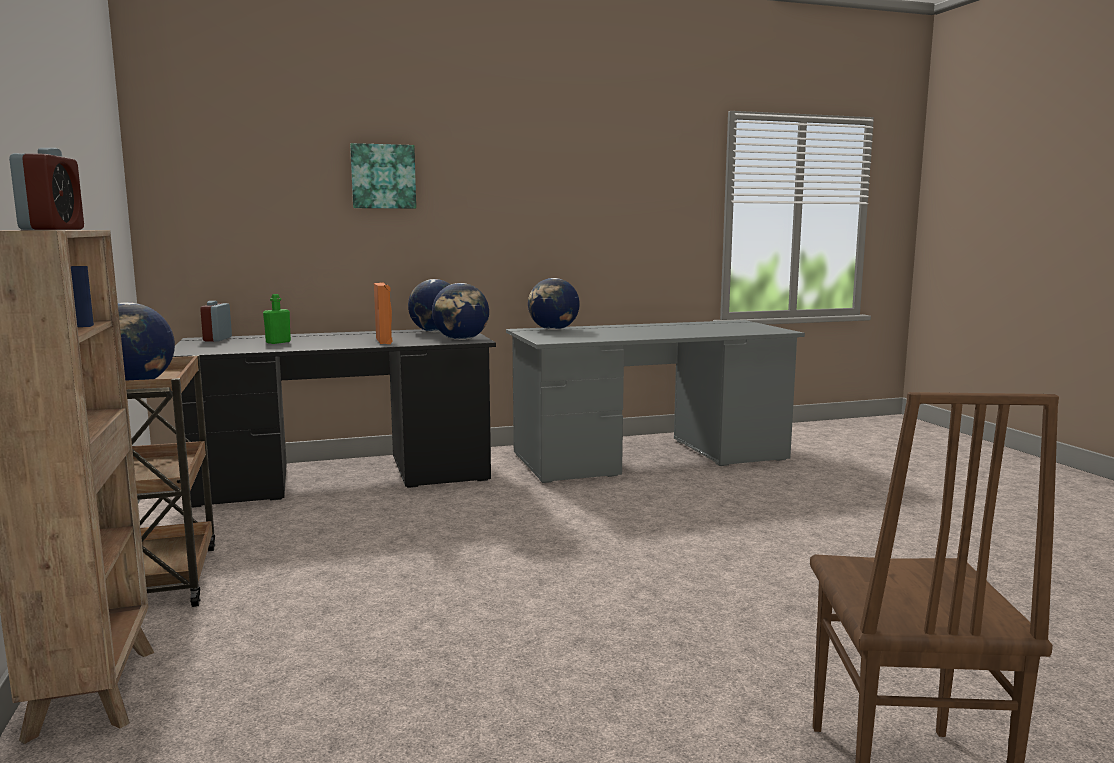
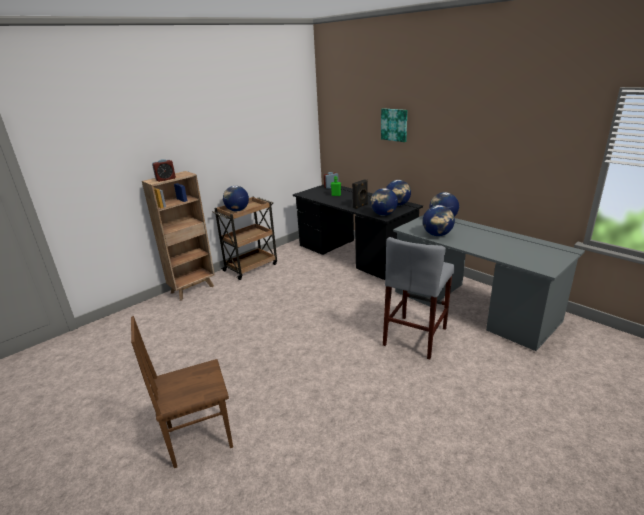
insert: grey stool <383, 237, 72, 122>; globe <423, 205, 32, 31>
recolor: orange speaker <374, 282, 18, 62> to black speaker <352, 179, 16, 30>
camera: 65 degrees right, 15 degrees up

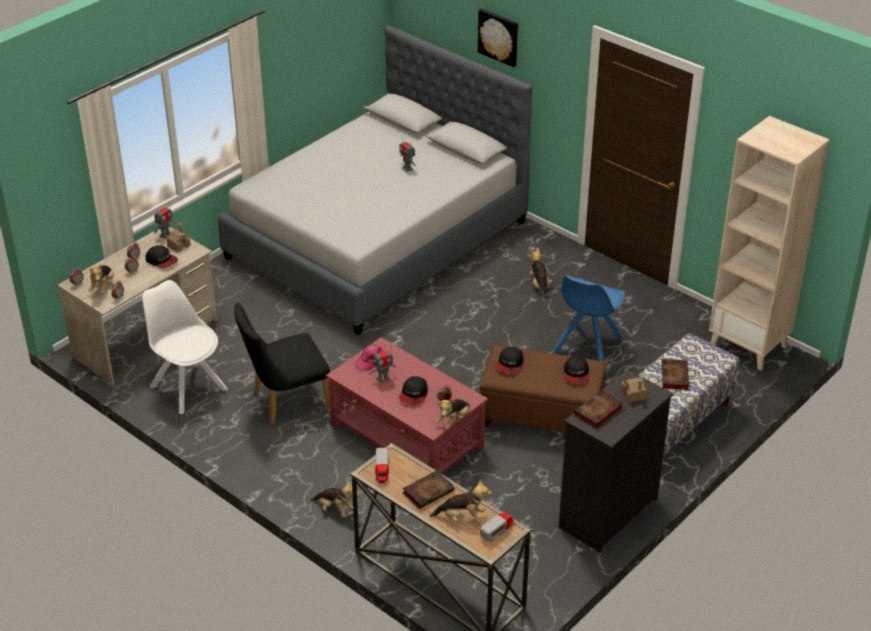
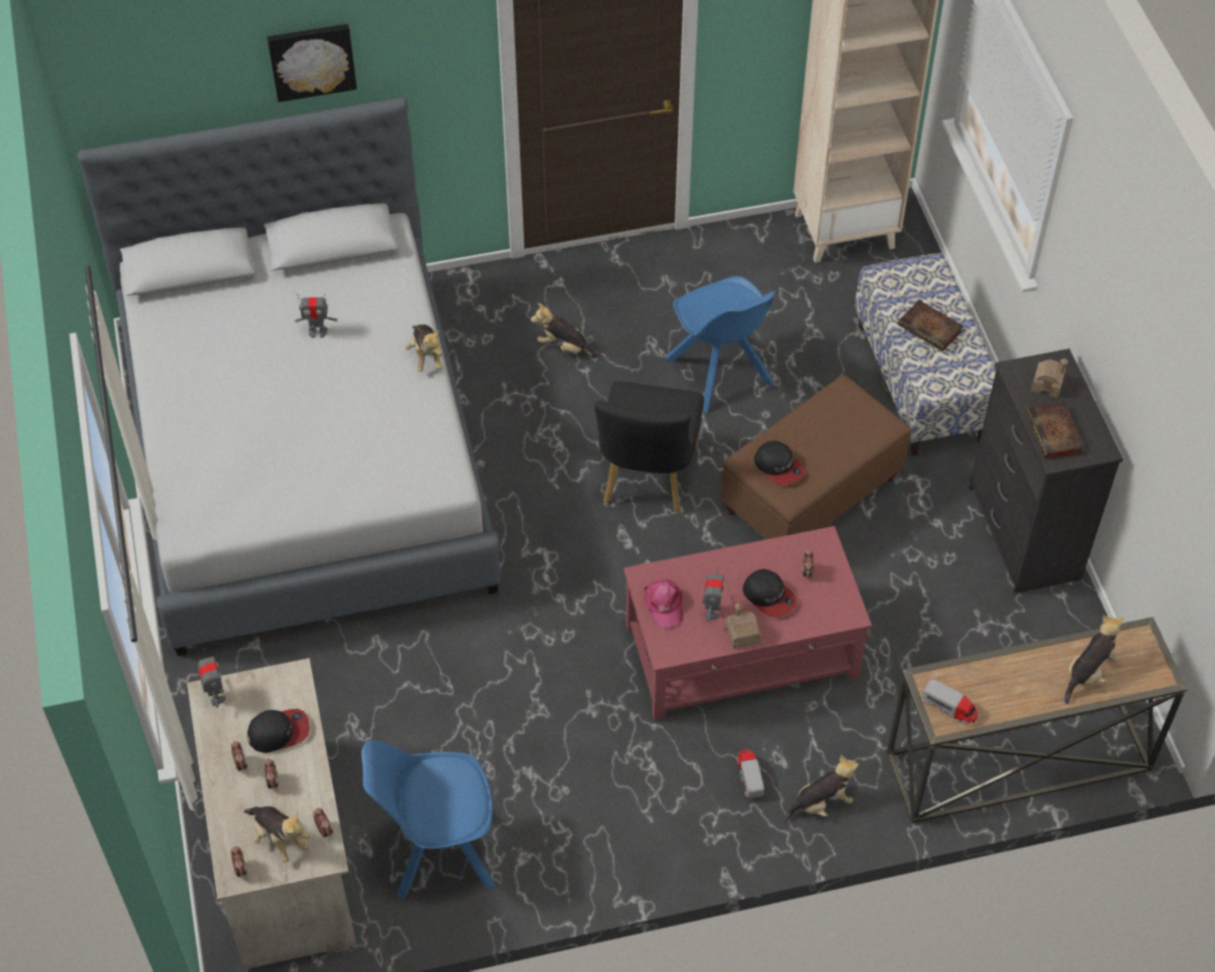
delete: book <402, 470, 53, 39>; cap <564, 356, 25, 27>
move: plush toy <435, 399, 35, 31> to <405, 324, 38, 48>; black chair <234, 302, 96, 122> to <595, 381, 109, 132>; toy house <167, 223, 23, 29> to <726, 603, 35, 46>; toy truck <480, 512, 34, 30> to <737, 750, 27, 48>
recolor: white chair <142, 280, 86, 134> to blue chair <361, 740, 135, 159>
camera: 55 degrees left, 15 degrees up

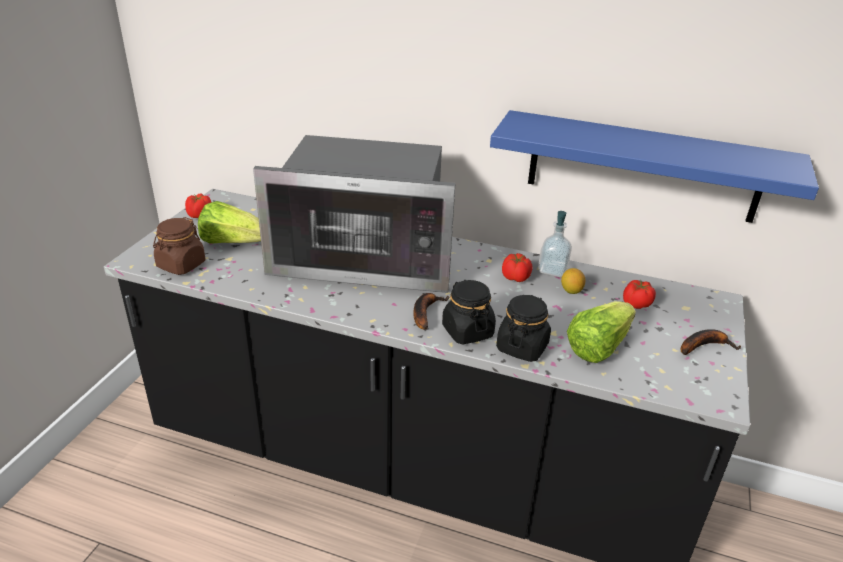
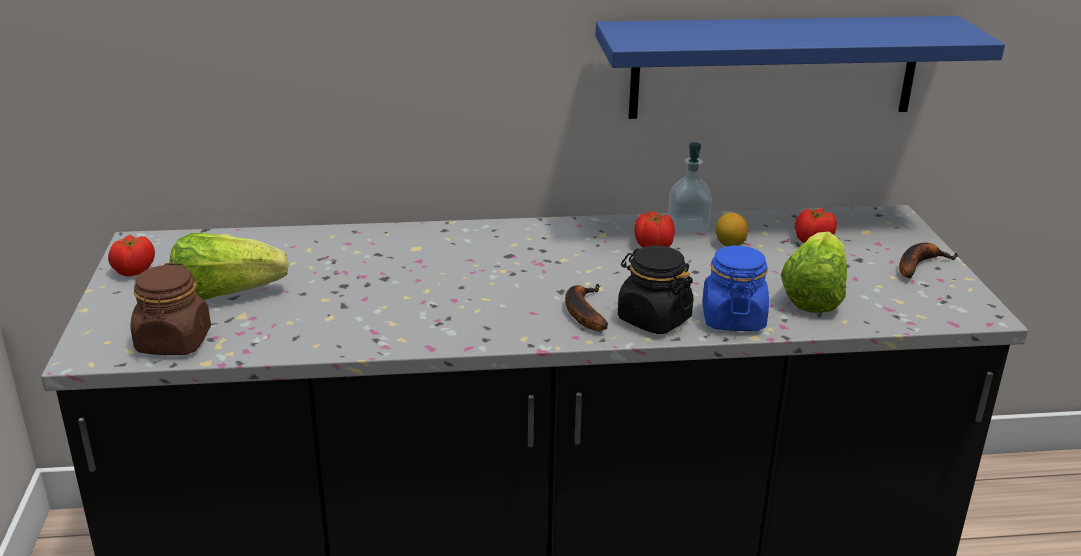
delete: microwave <253, 135, 203, 158>
recolor: black jar <496, 295, 55, 67> to blue jar <702, 245, 67, 86>
camera: 25 degrees left, 5 degrees down

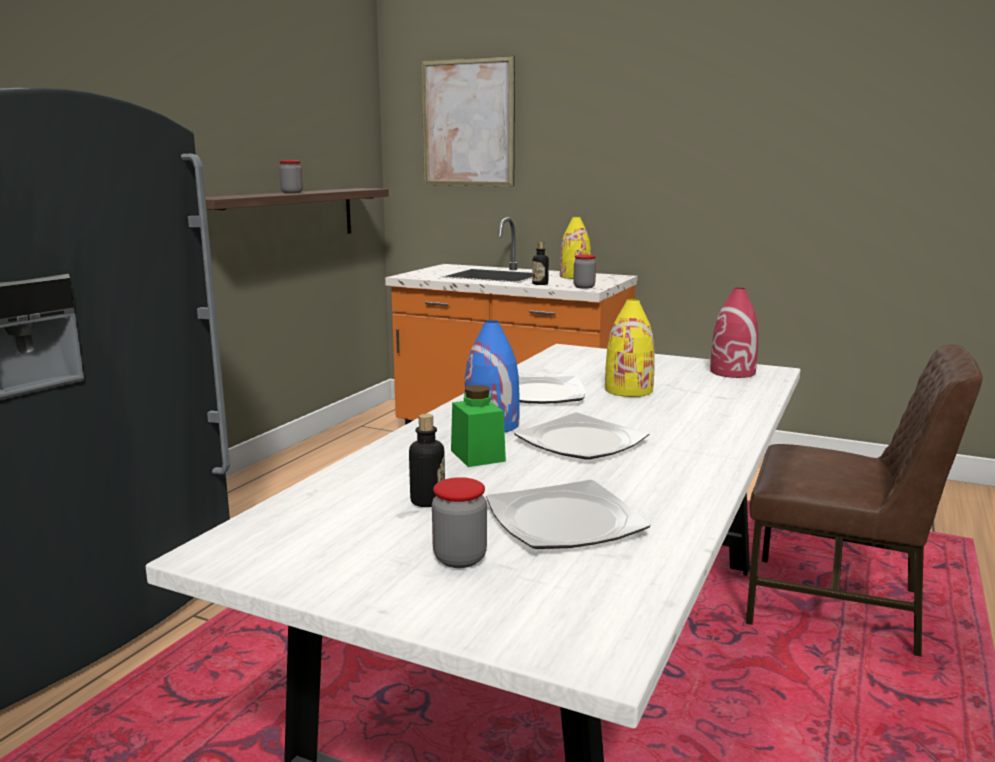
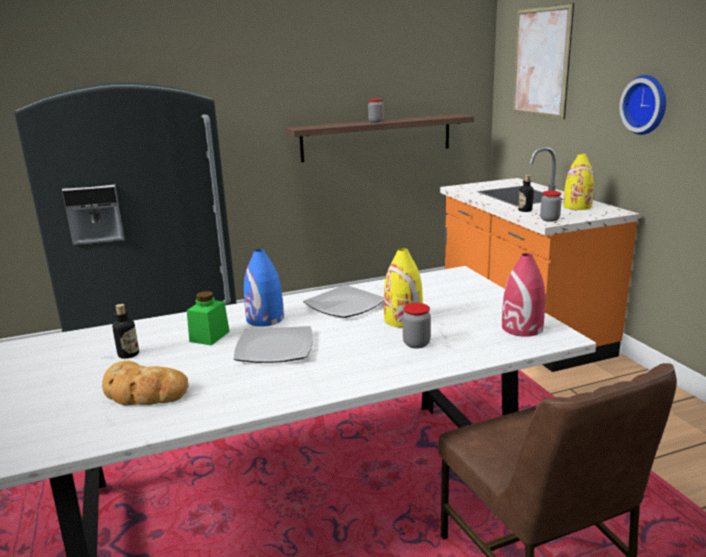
insert: wall clock <619, 75, 47, 60>
move: jar <432, 477, 55, 91> to <403, 303, 28, 45>
replace: plate <486, 480, 164, 69> to bread <102, 360, 87, 45>
camera: 45 degrees right, 5 degrees up

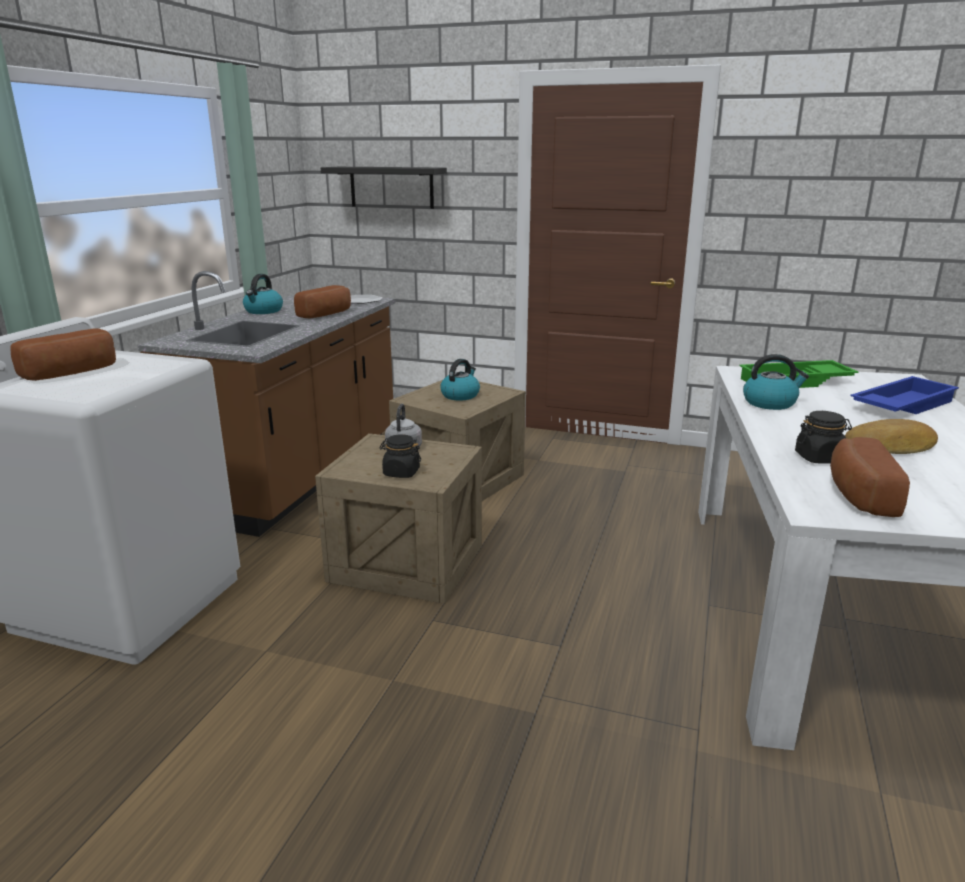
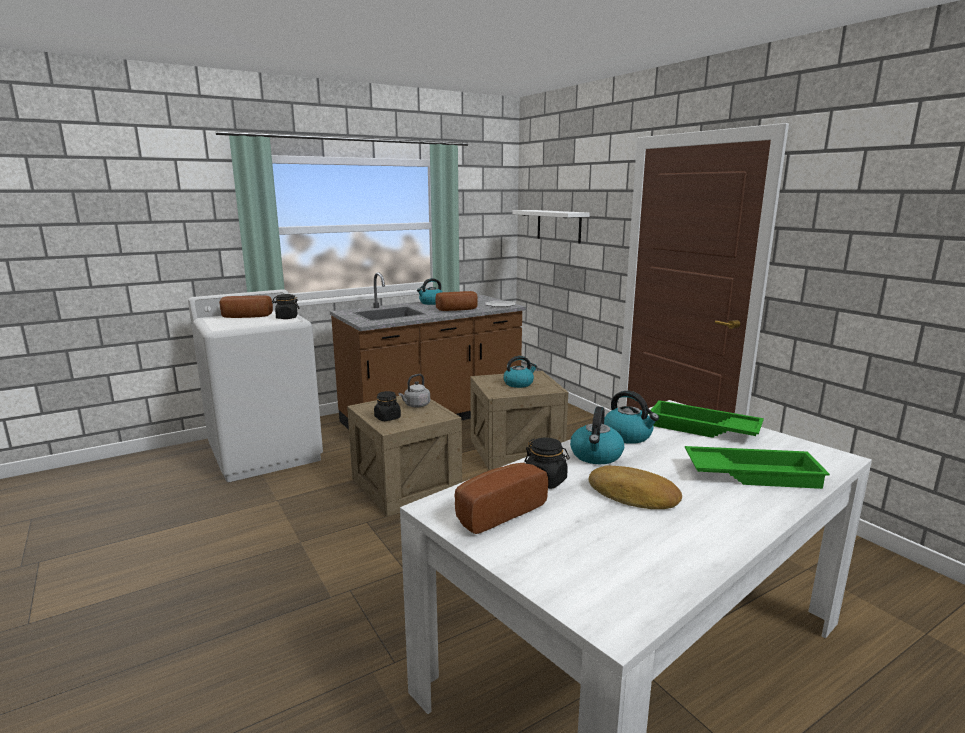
insert: black jar <272, 294, 27, 25>; kettle <570, 406, 54, 58>
recolor: black shelf <321, 167, 126, 42> to white shelf <512, 210, 78, 33>; blue tray <850, 376, 109, 38> to green tray <685, 446, 145, 43>
camera: 40 degrees right, 5 degrees down

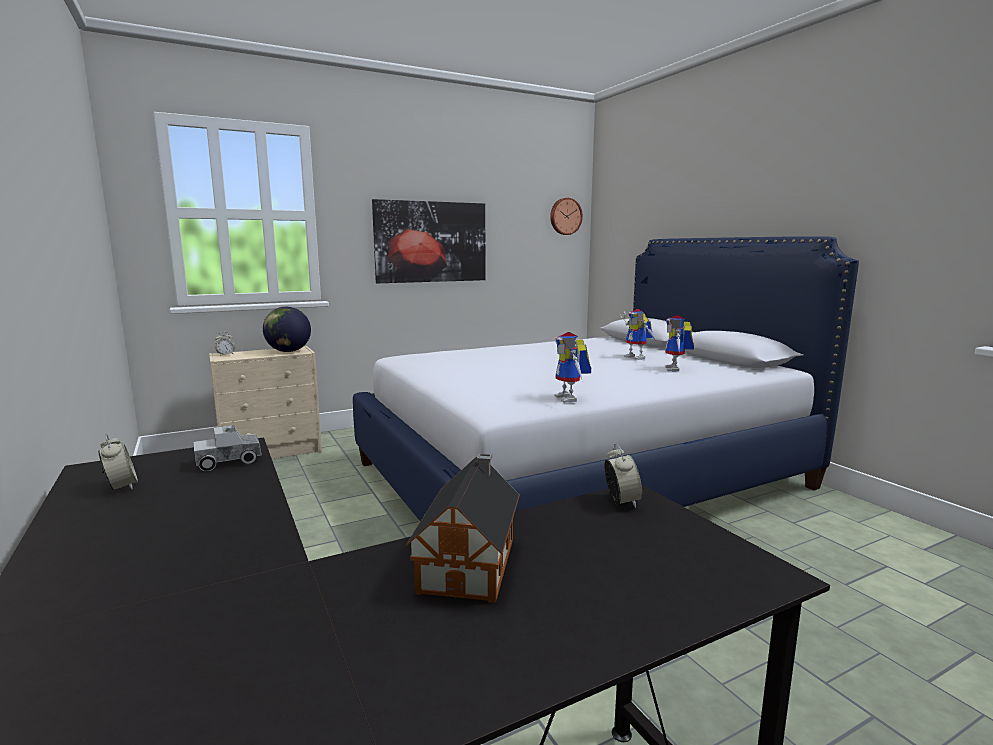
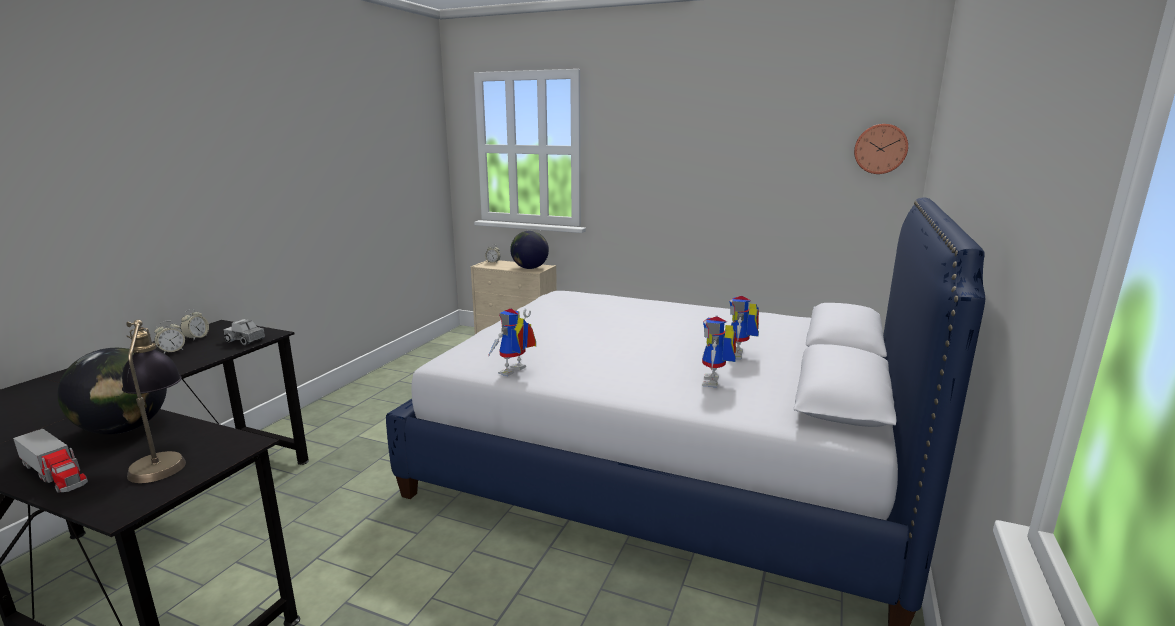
delete: picture <372, 199, 114, 84>
insert: toy truck <13, 429, 75, 64>; table lamp <122, 320, 64, 163>
move: alarm clock <604, 443, 38, 65> to <154, 321, 31, 33>
replace: toy house <406, 453, 114, 150> to globe <57, 348, 110, 86>
rotate: toy robot <665, 315, 29, 56> = <702, 315, 34, 72> 45 degrees counterclockwise
camera: 50 degrees right, 5 degrees up

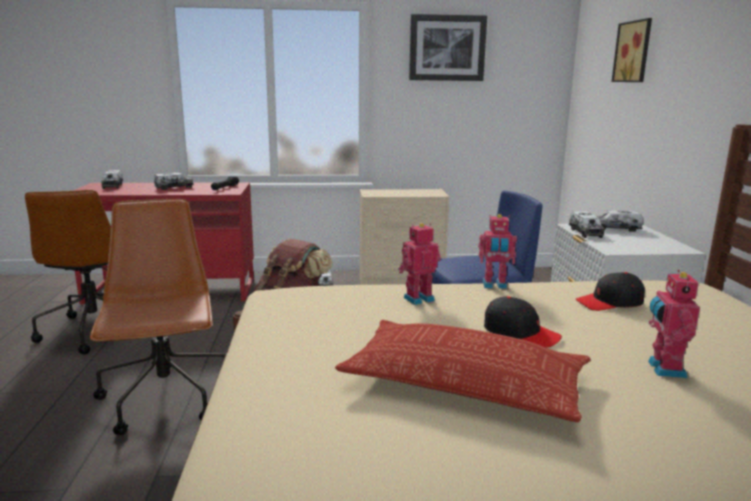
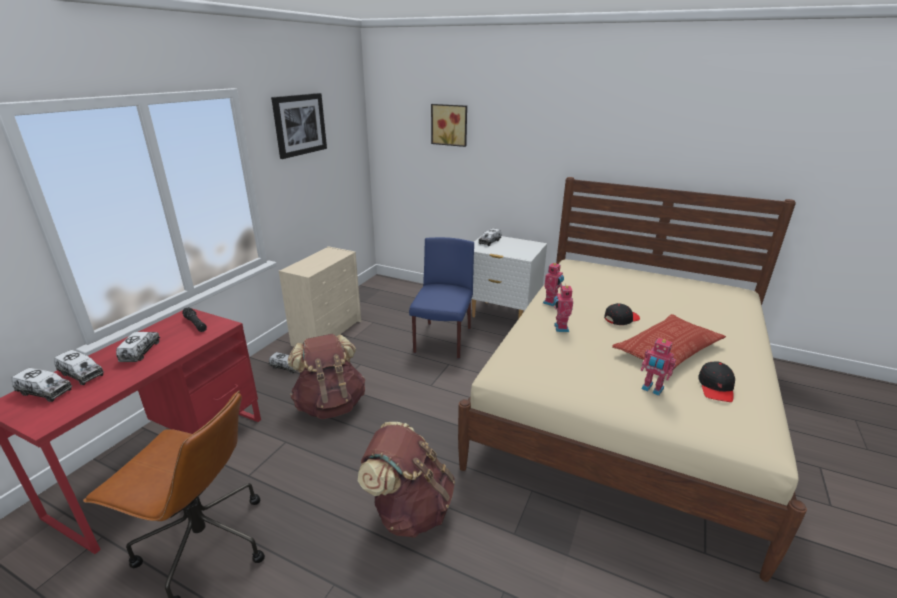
move: toy truck <569, 211, 36, 27> to <54, 350, 50, 35>; toy robot <648, 270, 52, 108> to <641, 338, 35, 58>; black cap <576, 272, 69, 39> to <698, 361, 37, 41>
replace: brown office chair <90, 199, 136, 236> to brown backpack <358, 422, 97, 116>
camera: 60 degrees left, 10 degrees up

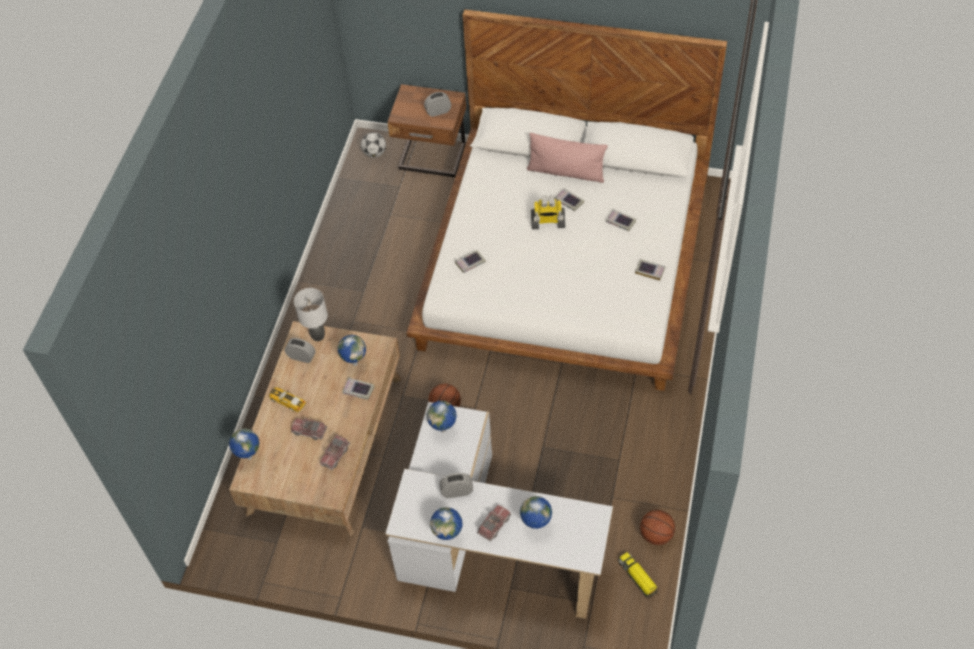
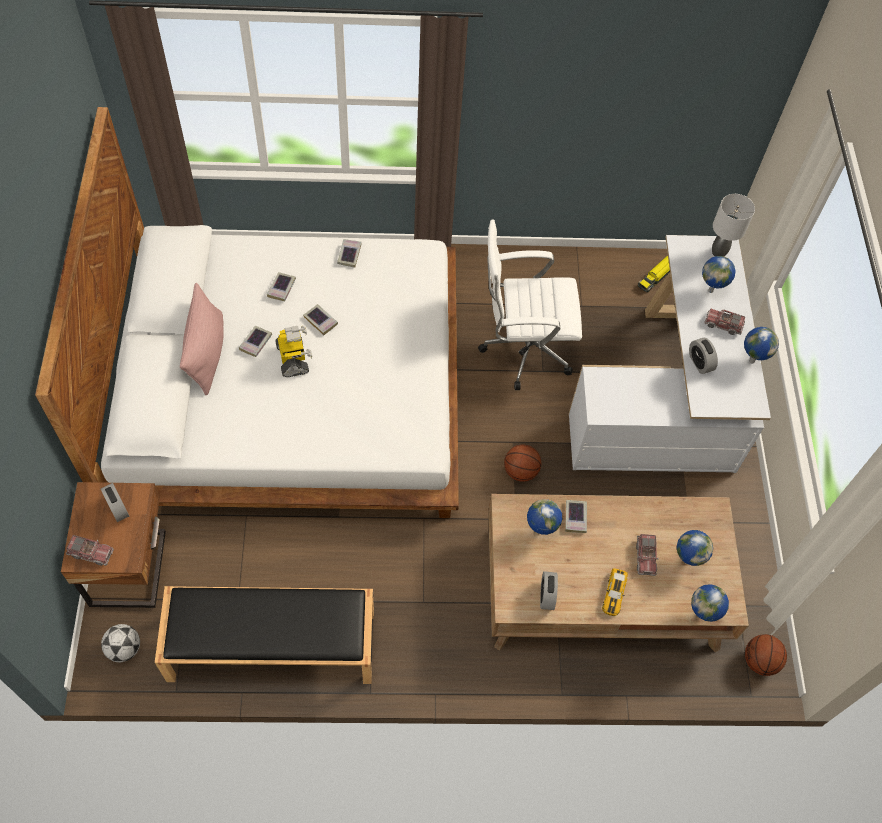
insert: black bench <155, 586, 219, 98>; white office chair <478, 219, 104, 171>
move: toy truck <320, 435, 30, 35> to <66, 535, 48, 31>; book <455, 250, 31, 23> to <303, 304, 35, 31>; globe <427, 401, 30, 32> to <677, 530, 36, 36>; grey table lamp <294, 288, 34, 53> to <712, 194, 43, 62>; basketball <640, 510, 35, 35> to <745, 634, 42, 42>
camera: 110 degrees left, 5 degrees up

